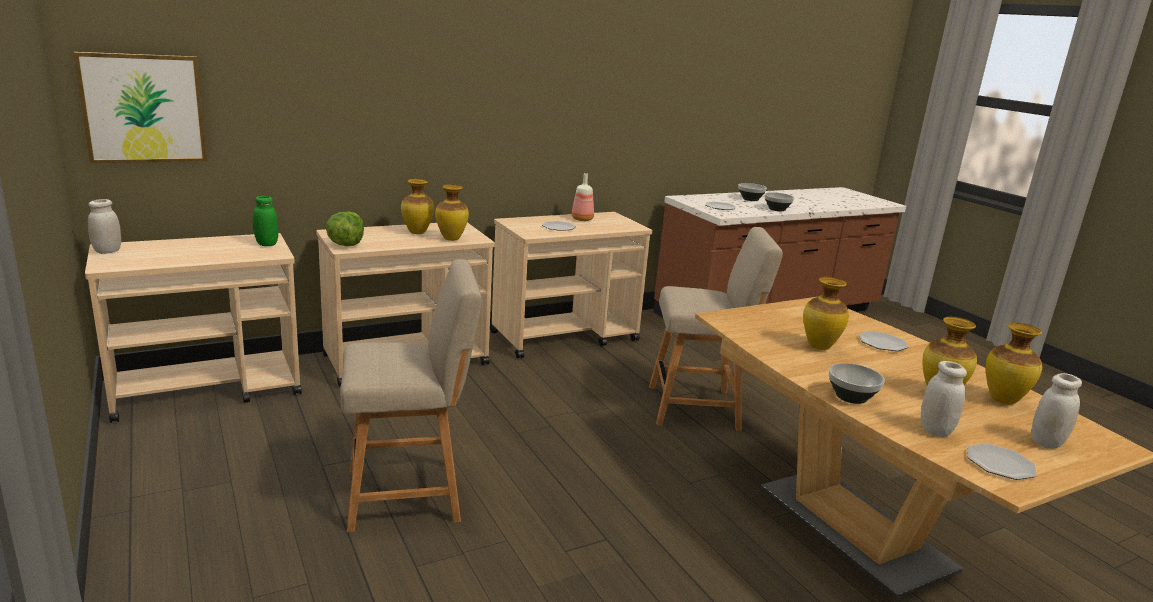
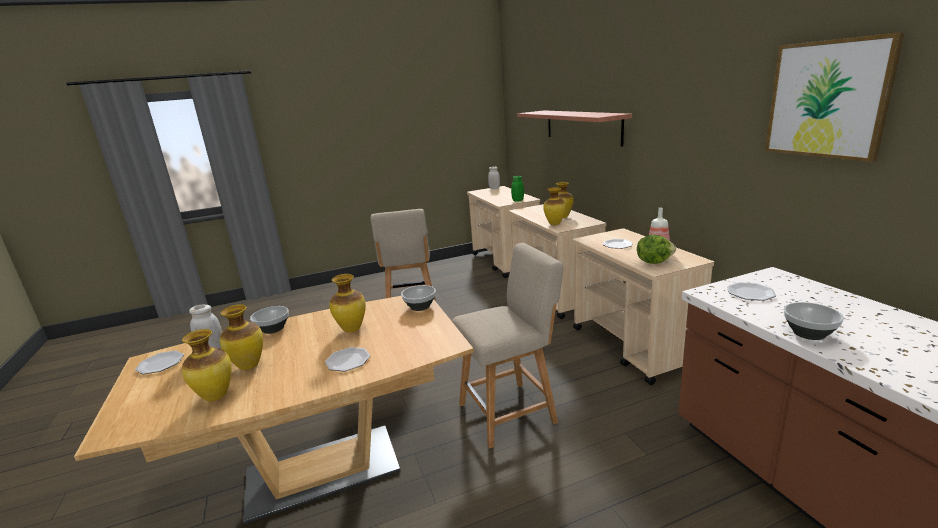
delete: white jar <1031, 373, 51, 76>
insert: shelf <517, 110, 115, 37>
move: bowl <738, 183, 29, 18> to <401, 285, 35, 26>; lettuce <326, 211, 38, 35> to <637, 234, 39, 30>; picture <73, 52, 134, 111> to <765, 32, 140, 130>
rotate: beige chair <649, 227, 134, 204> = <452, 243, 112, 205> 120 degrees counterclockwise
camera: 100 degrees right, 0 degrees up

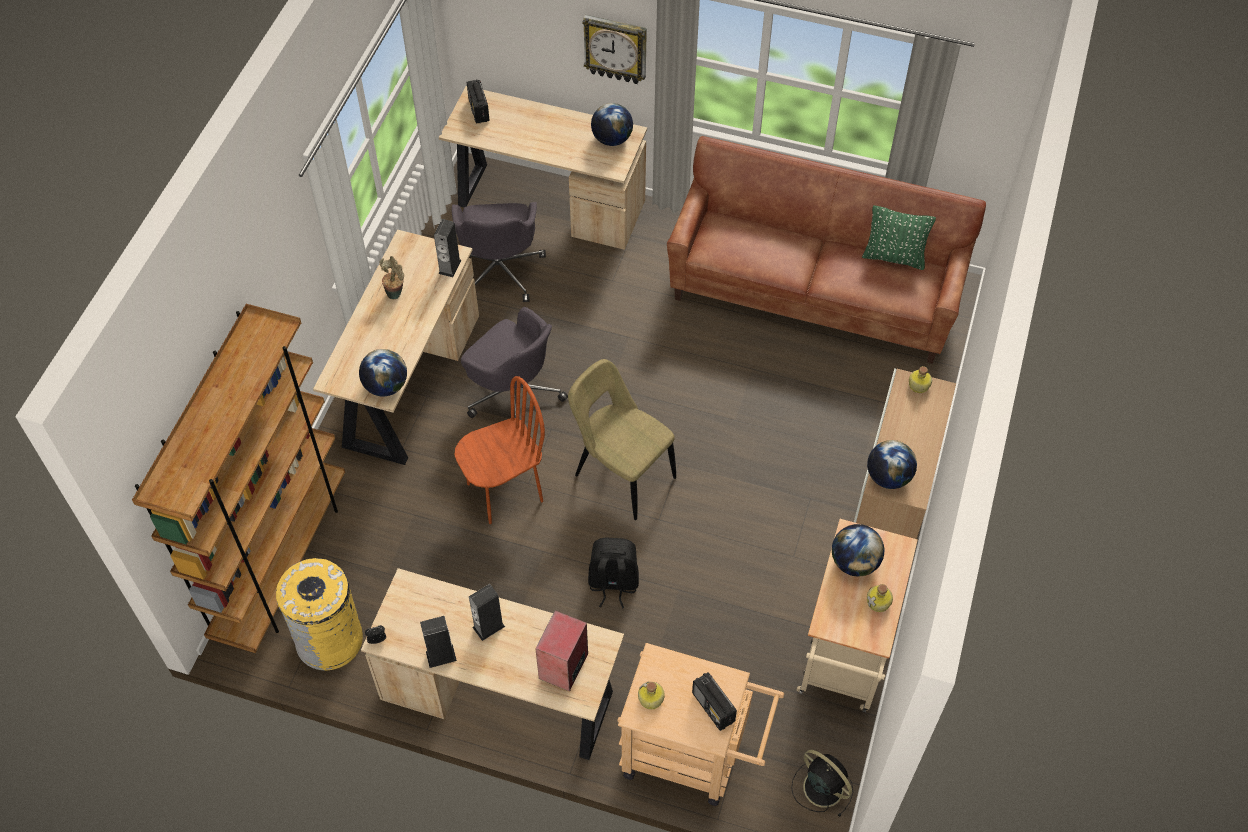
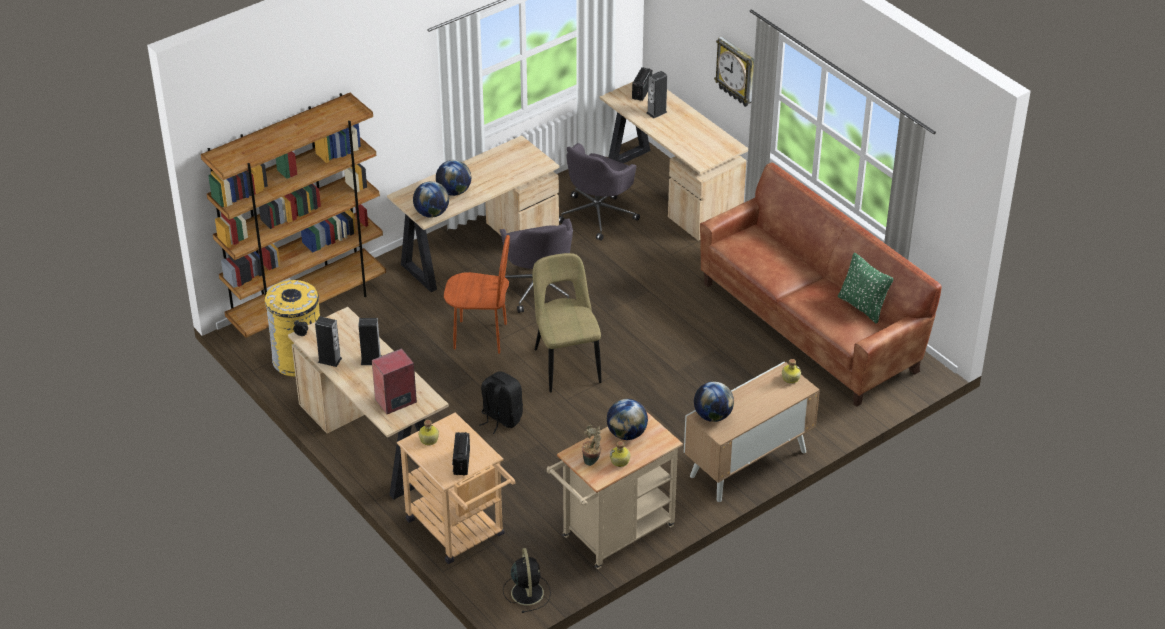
move: globe <591, 103, 42, 43> to <436, 160, 35, 36>; potted plant <380, 256, 24, 43> to <582, 425, 19, 41>; speaker <434, 219, 27, 58> to <647, 71, 20, 48>
camera: 35 degrees right, 15 degrees down

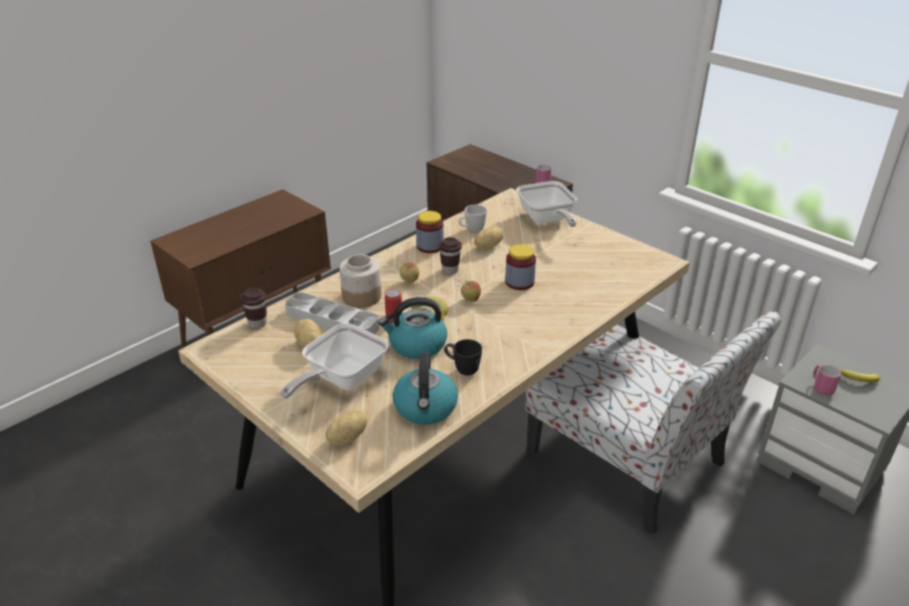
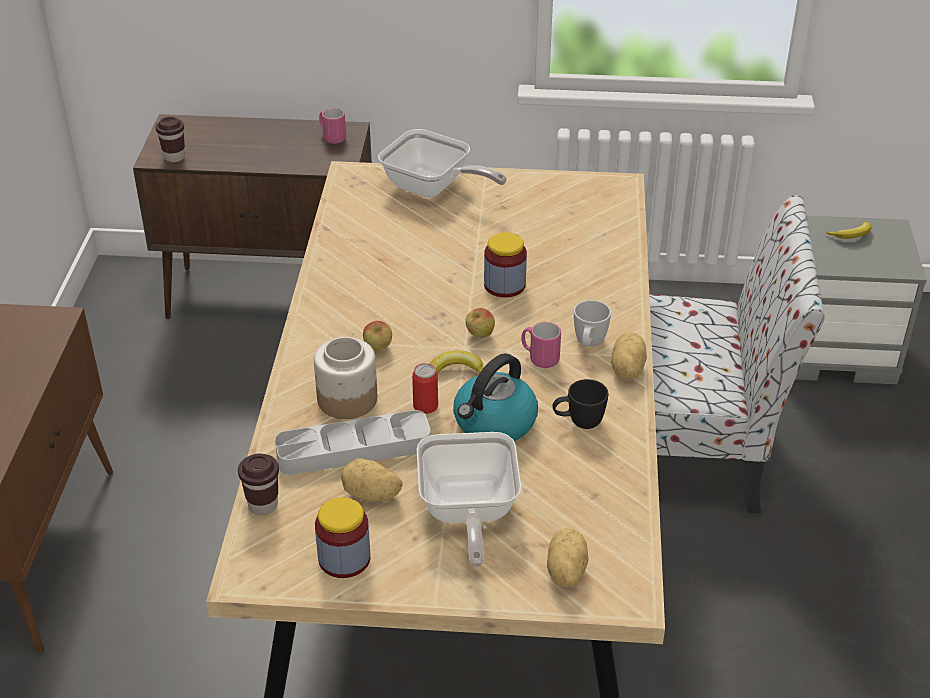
delete: kettle <393, 353, 65, 72>
move: brown cup <439, 237, 23, 37> to <155, 116, 30, 46>; jar <416, 211, 28, 42> to <315, 497, 55, 81>; pink mug <813, 365, 28, 31> to <521, 322, 40, 46>; white mug <459, 205, 28, 27> to <574, 300, 37, 46>; potato <474, 226, 29, 24> to <611, 332, 36, 47>
camera: 40 degrees left, 5 degrees up

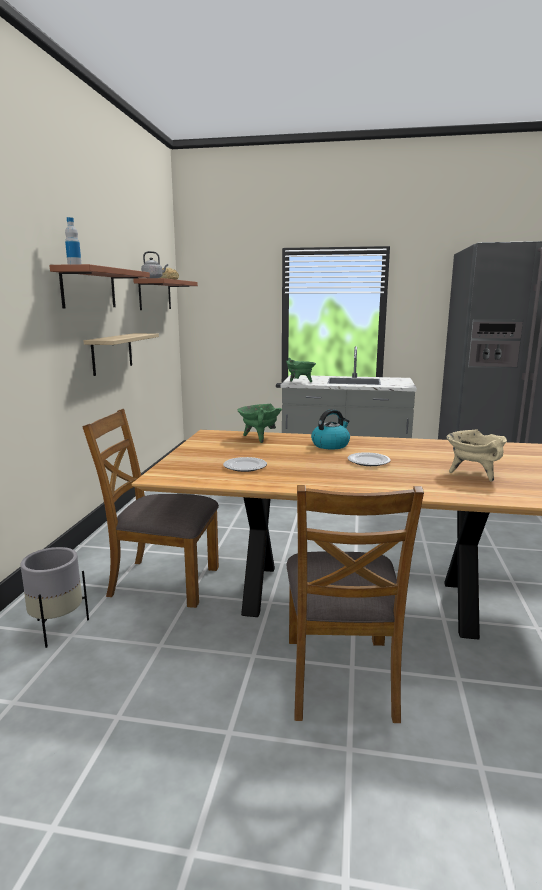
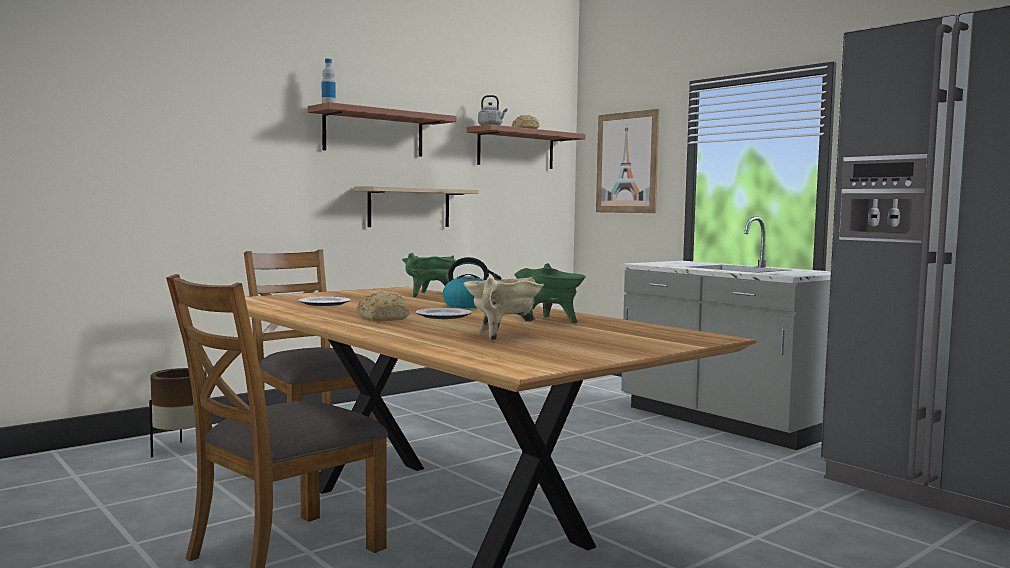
insert: bread <356, 291, 53, 30>; picture <596, 109, 63, 104>
move: green cooking pot <286, 358, 30, 24> to <514, 263, 72, 60>
recolor: grey planter <20, 547, 69, 101> to brown planter <149, 368, 58, 89>
camera: 40 degrees right, 10 degrees down

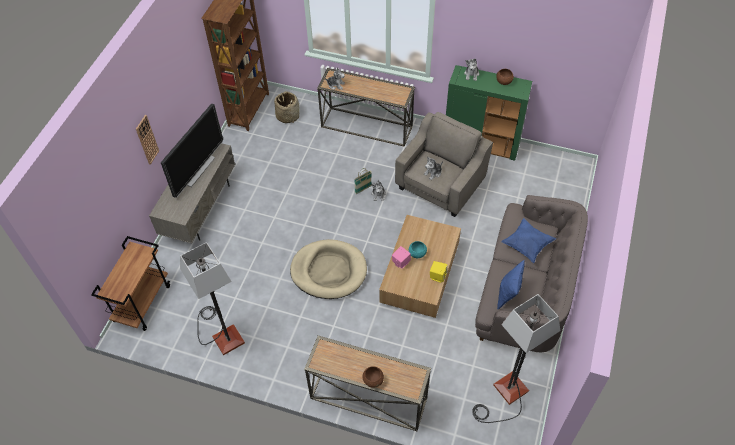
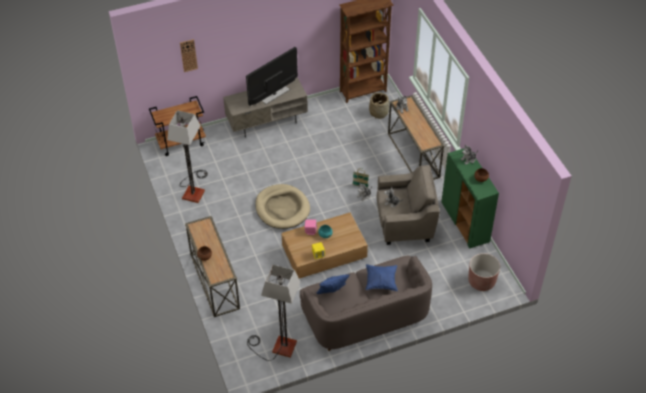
insert: brown planter <468, 253, 32, 38>
move: wall clock <136, 115, 23, 50> to <180, 39, 18, 33>
rotate: television <161, 104, 62, 94> = <246, 47, 52, 59> 150 degrees clockwise
camera: 50 degrees right, 5 degrees down

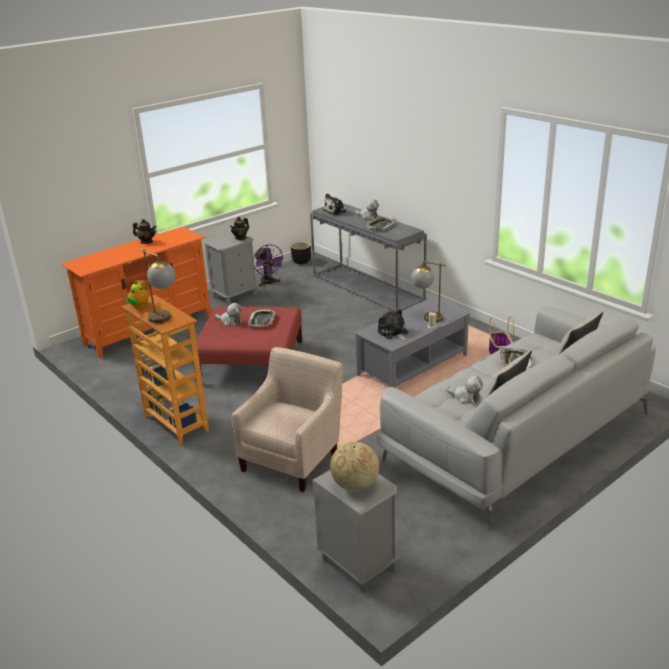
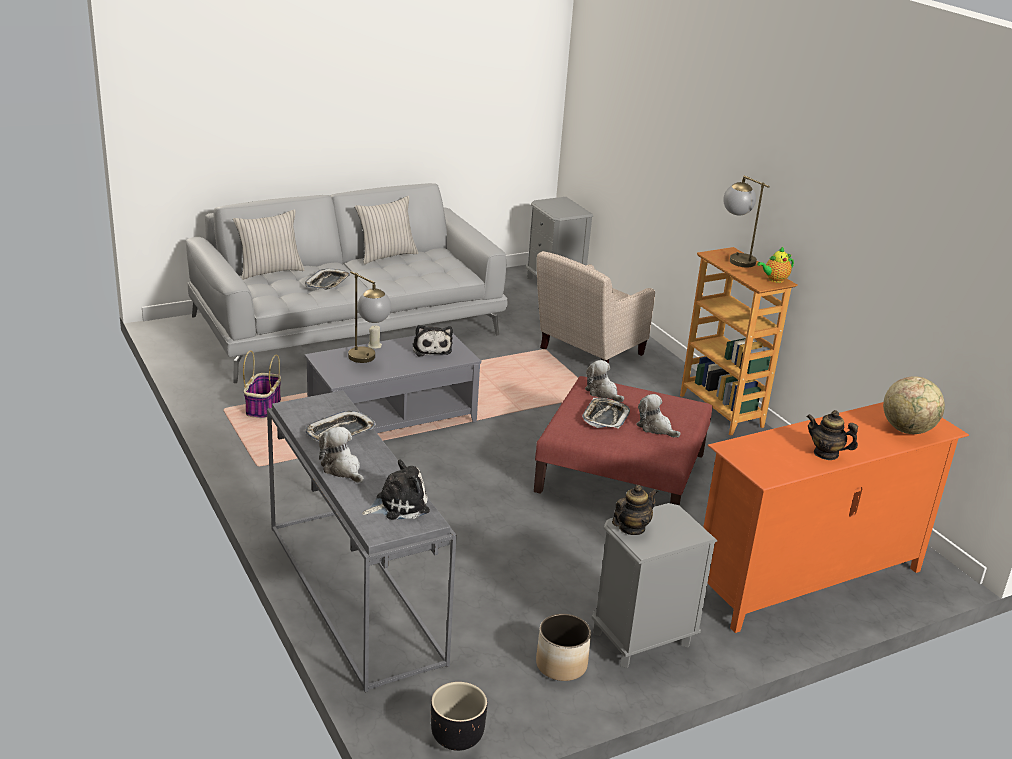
move: plush toy <446, 376, 37, 28> to <585, 360, 39, 42>; globe <330, 442, 49, 49> to <883, 376, 62, 58>
replace: purple fan <254, 244, 31, 43> to planter <536, 614, 55, 67>
rotate: teapot <124, 280, 25, 28> = <757, 247, 37, 36> 150 degrees counterclockwise
camera: 170 degrees left, 0 degrees up

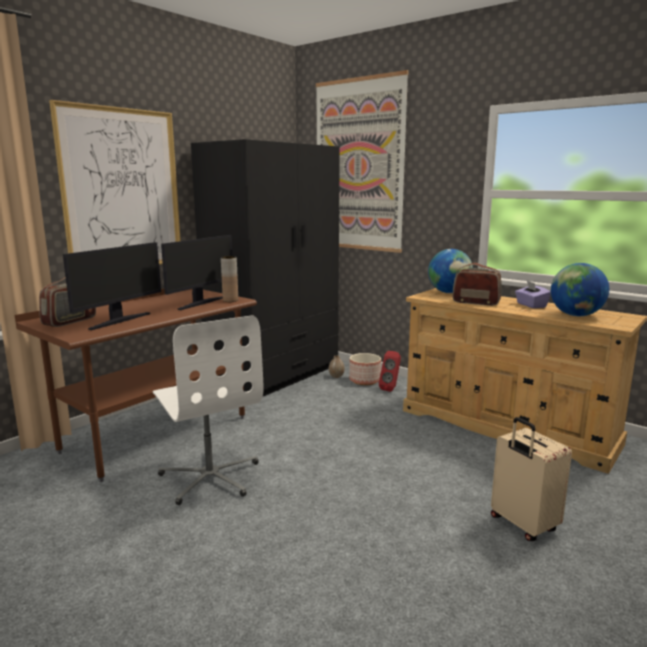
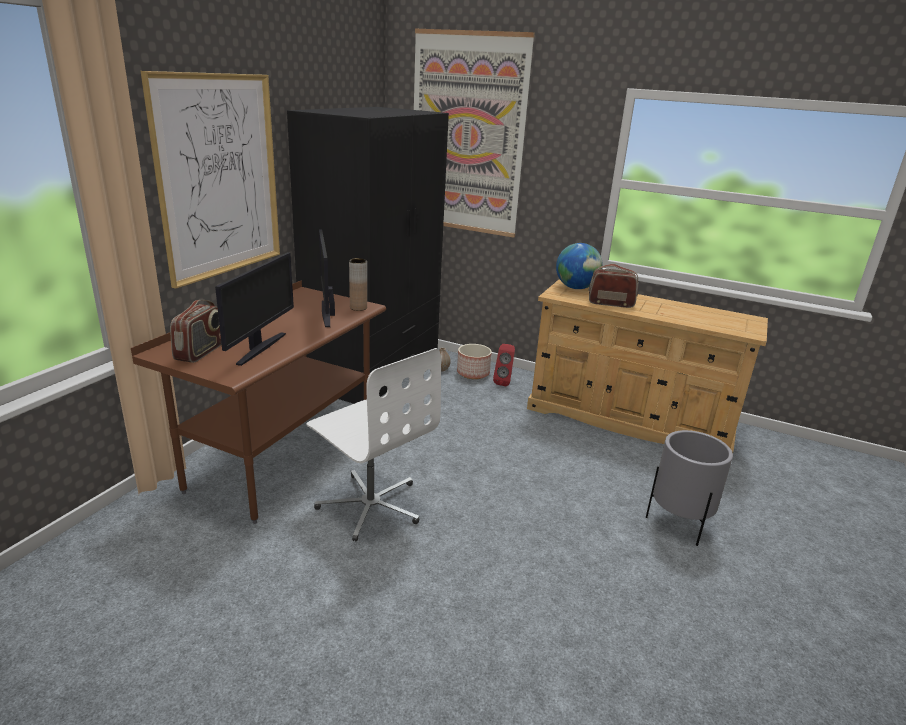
delete: purple tissue box <515, 281, 36, 27>; globe <551, 263, 58, 53>
replace: beige suitcase <491, 417, 81, 124> to grey planter <646, 430, 87, 116>
rotate: monitor <161, 235, 71, 75> = <319, 229, 16, 98> 150 degrees clockwise
camera: 15 degrees left, 10 degrees up

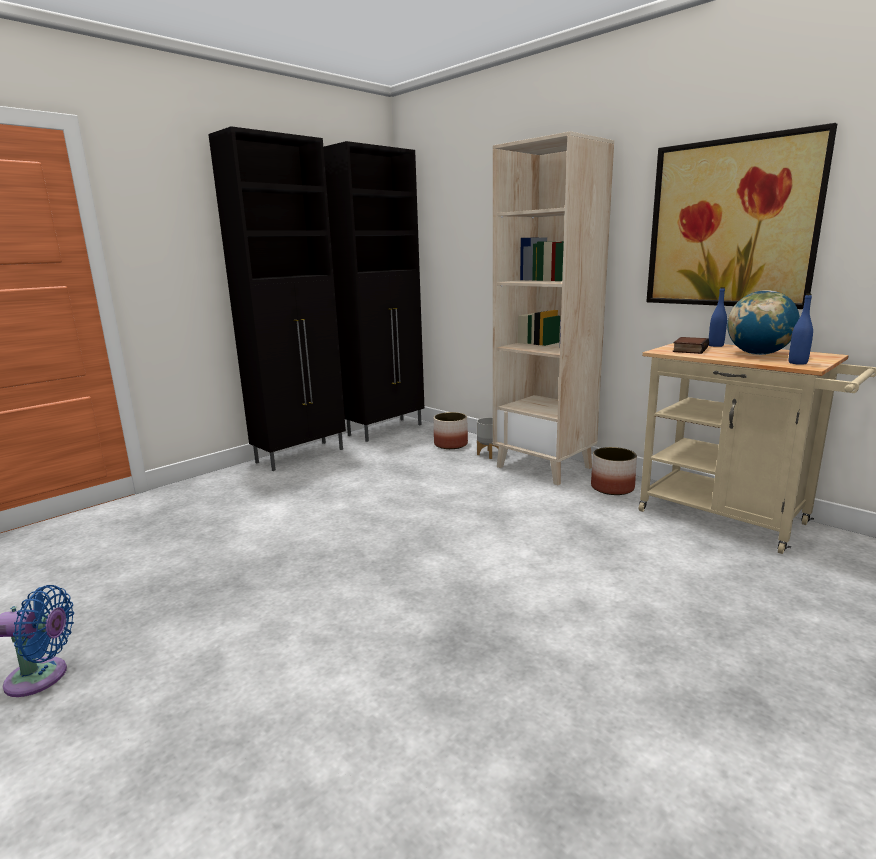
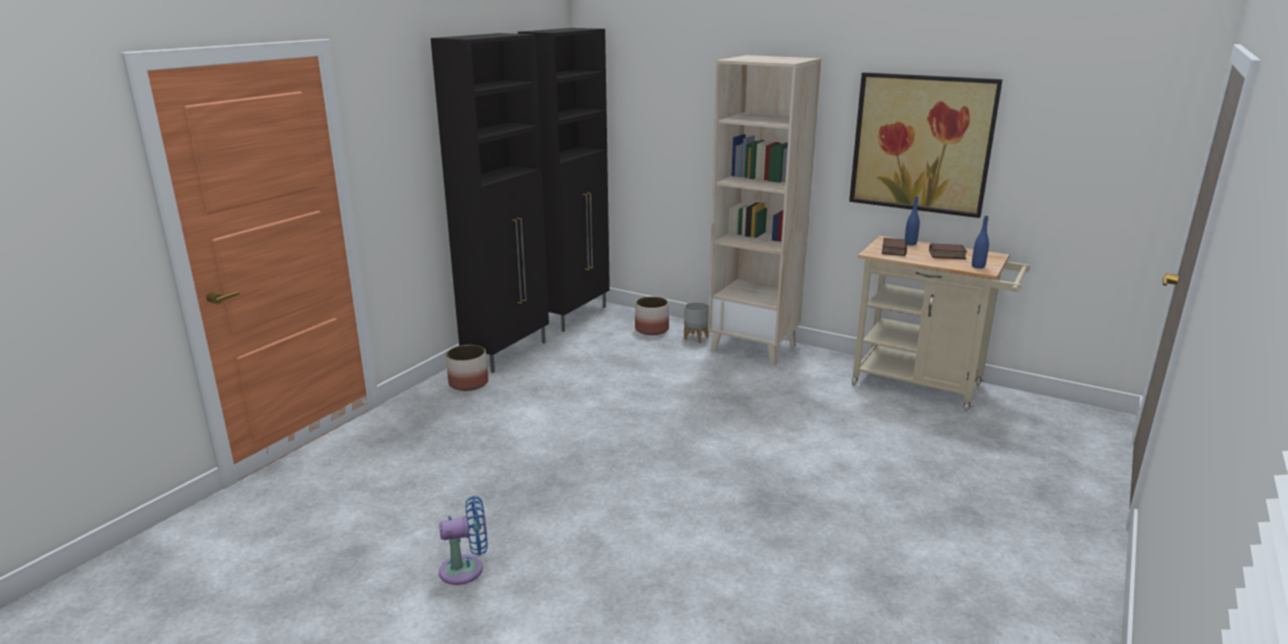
move: planter <591, 447, 46, 48> to <446, 345, 42, 46>
replace: globe <727, 290, 73, 65> to book <929, 243, 38, 16>
camera: 15 degrees left, 5 degrees up

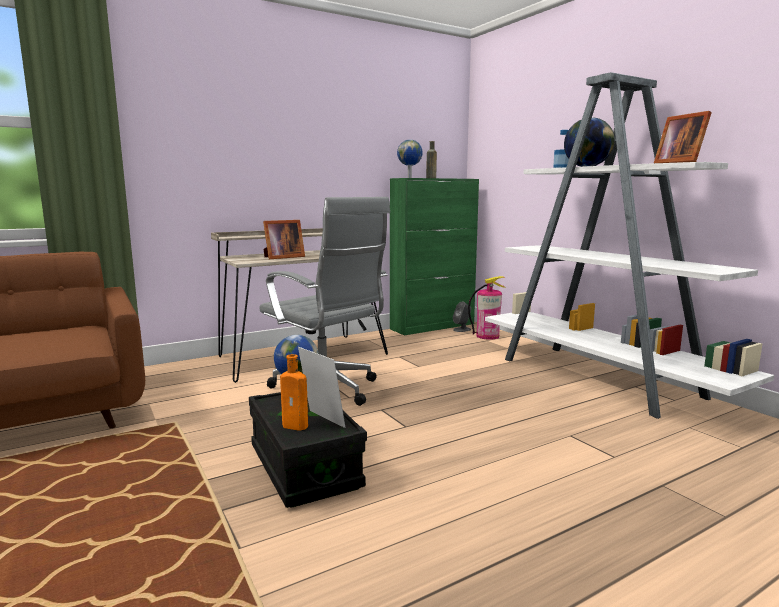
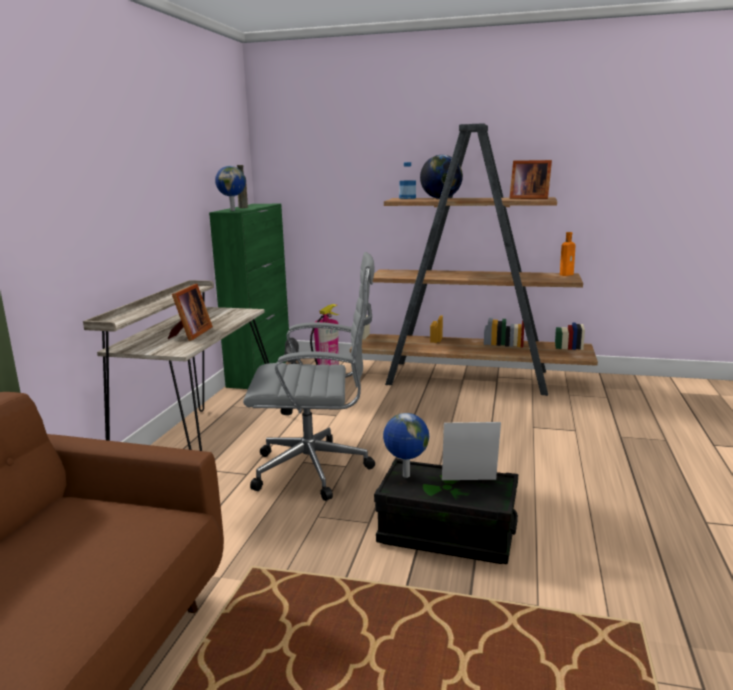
move: orange bottle <280, 354, 28, 77> to <560, 232, 16, 44>
recolor: white bookcase <485, 72, 289, 347> to brown bookcase <350, 123, 248, 273>
camera: 45 degrees left, 5 degrees up

